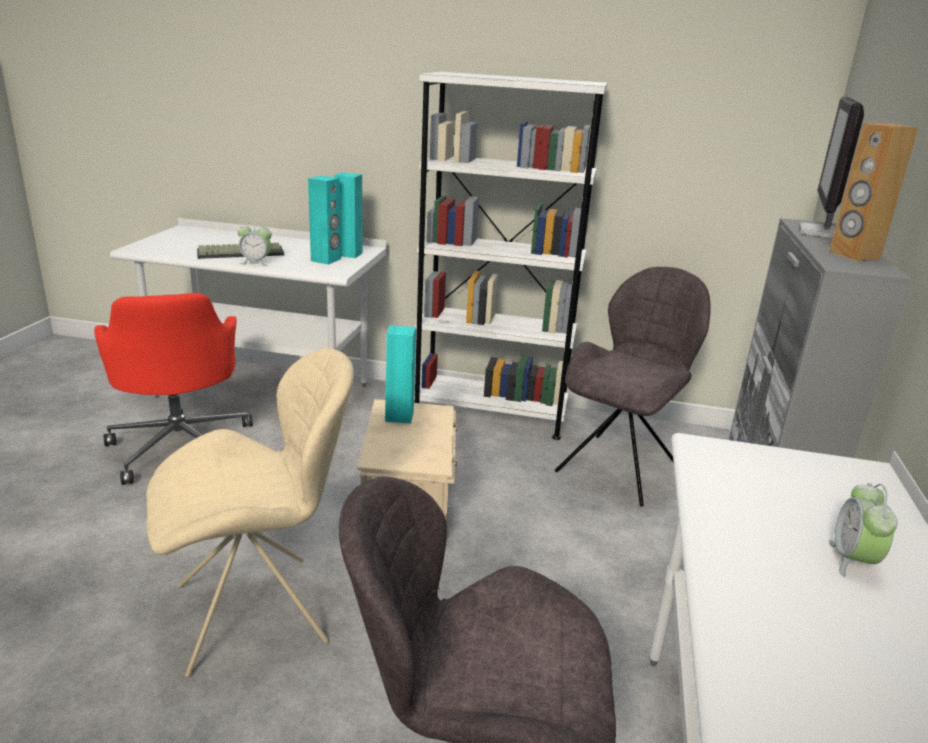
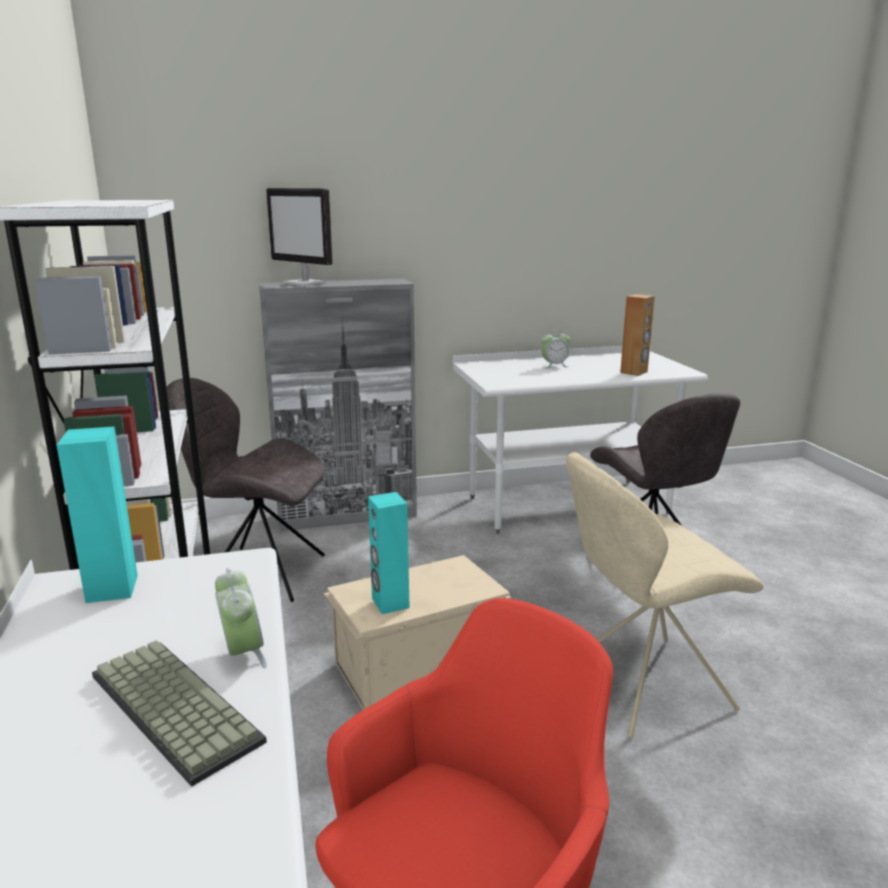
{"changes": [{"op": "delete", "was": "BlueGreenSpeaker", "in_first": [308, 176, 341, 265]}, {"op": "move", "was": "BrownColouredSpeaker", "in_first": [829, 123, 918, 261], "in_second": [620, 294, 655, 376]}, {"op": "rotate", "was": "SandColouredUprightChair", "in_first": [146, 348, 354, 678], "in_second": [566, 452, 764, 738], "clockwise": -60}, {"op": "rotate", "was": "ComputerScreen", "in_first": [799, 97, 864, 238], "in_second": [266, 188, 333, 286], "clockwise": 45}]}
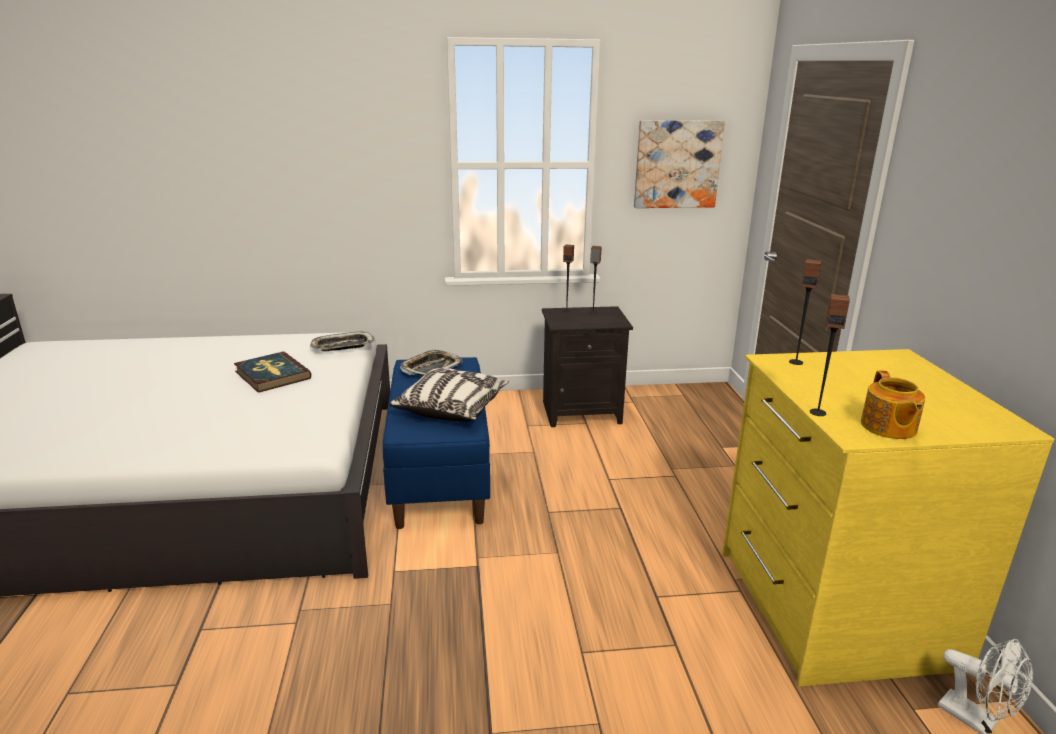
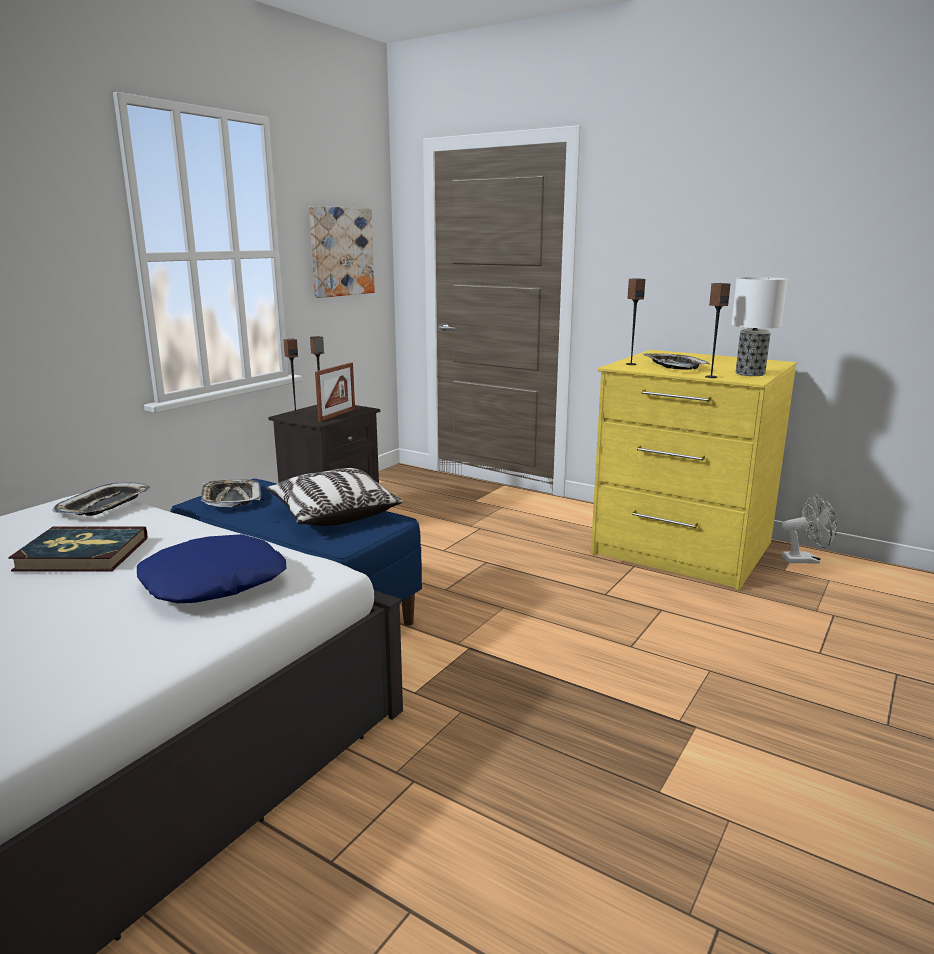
{"changes": [{"op": "insert", "now": "BlueColouredPillow", "in_second": [137, 534, 286, 603]}, {"op": "insert", "now": "PictureFrame", "in_second": [315, 363, 355, 422]}, {"op": "insert", "now": "CarryingTray", "in_second": [643, 353, 710, 370]}, {"op": "replace", "was": "Teapot", "now": "TableLamp", "in_first": [861, 371, 925, 439], "in_second": [731, 277, 788, 376]}]}
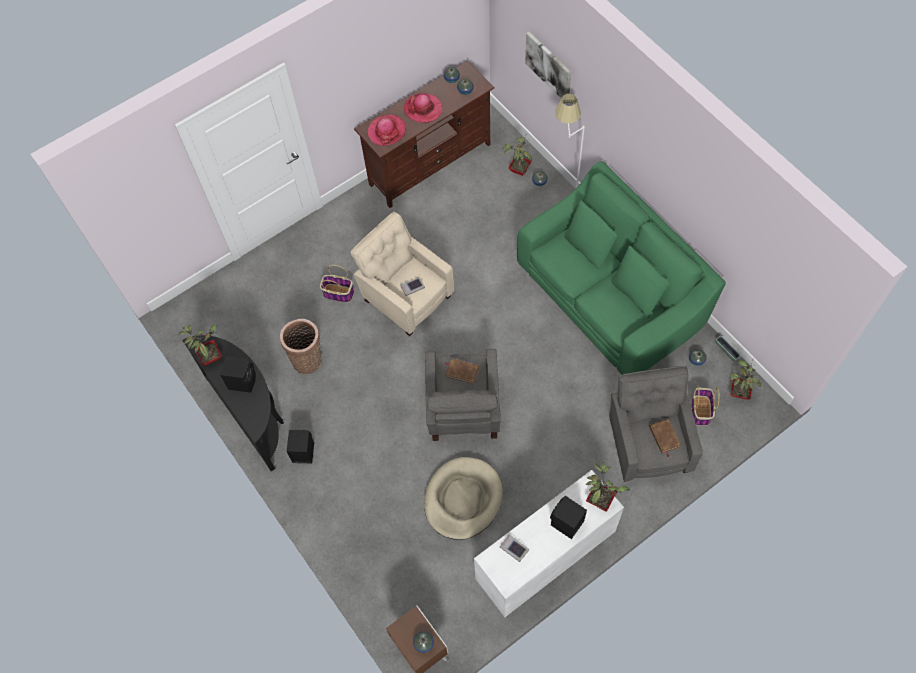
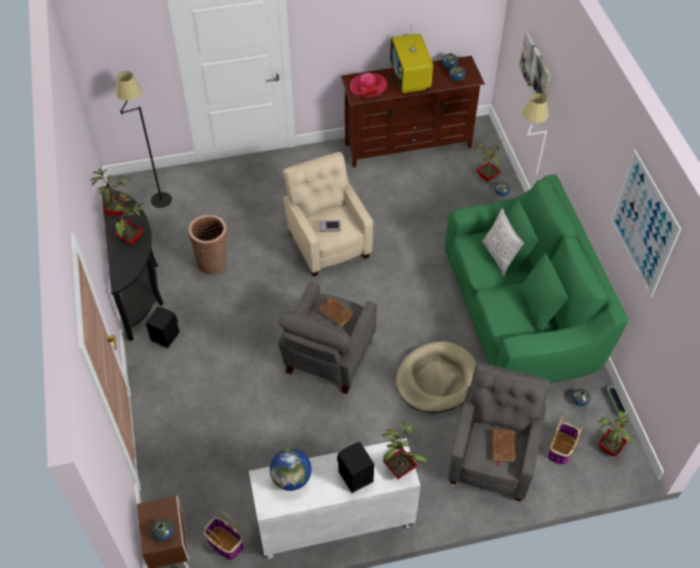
{"changes": [{"op": "insert", "now": "BlackishFloorLamp", "in_second": [116, 71, 172, 208]}, {"op": "insert", "now": "Pillow", "in_second": [482, 208, 524, 276]}, {"op": "insert", "now": "Picture", "in_second": [610, 149, 681, 297]}, {"op": "move", "was": "HouseholdBasket", "in_first": [320, 265, 354, 303], "in_second": [203, 511, 243, 560]}, {"op": "move", "was": "SandColouredDogCushion", "in_first": [424, 457, 503, 540], "in_second": [396, 341, 477, 413]}, {"op": "replace", "was": "BlackishSpeaker", "now": "PottedPlant", "in_first": [220, 356, 256, 393], "in_second": [109, 192, 144, 245]}, {"op": "replace", "was": "Hat", "now": "Tv", "in_first": [404, 93, 442, 123], "in_second": [390, 25, 433, 93]}, {"op": "replace", "was": "BoundBook", "now": "DeskGlobe", "in_first": [500, 534, 529, 562], "in_second": [270, 448, 311, 491]}]}
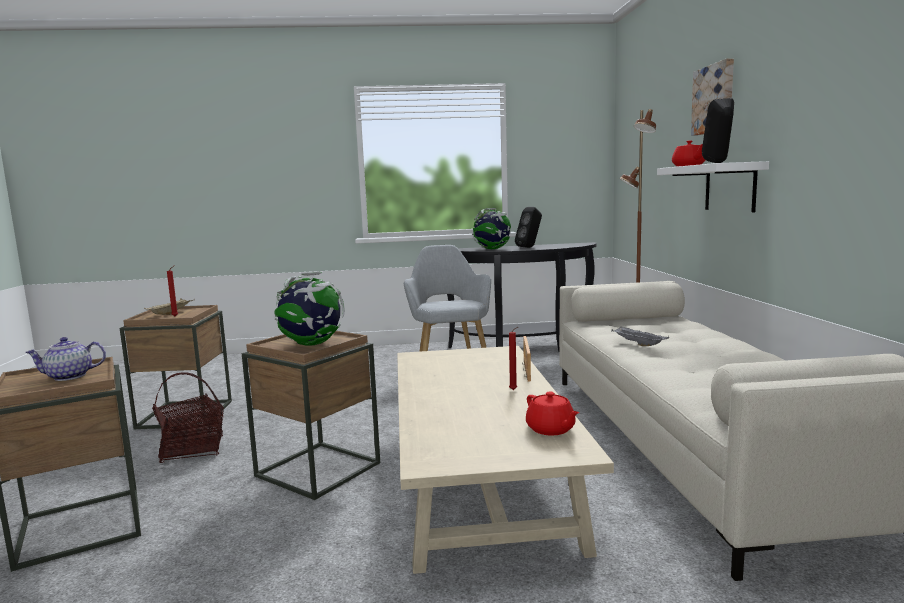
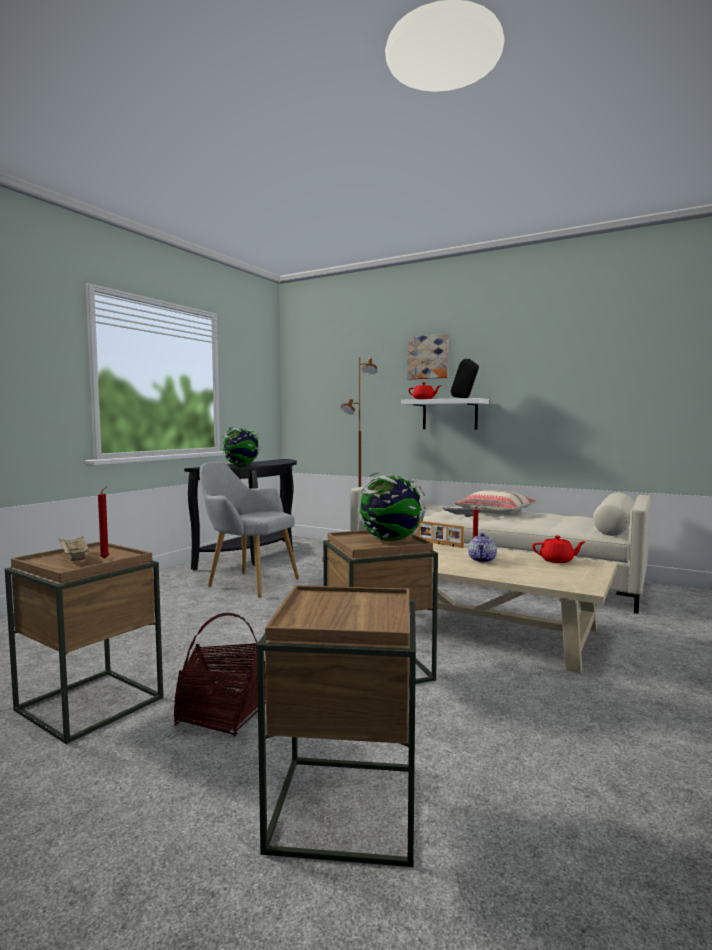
{"changes": [{"op": "delete", "was": "BlackishSpeaker", "in_first": [515, 207, 542, 248]}, {"op": "insert", "now": "SandColouredPillow", "in_second": [455, 490, 536, 514]}, {"op": "move", "was": "Teapot", "in_first": [25, 337, 106, 381], "in_second": [468, 533, 497, 562]}]}
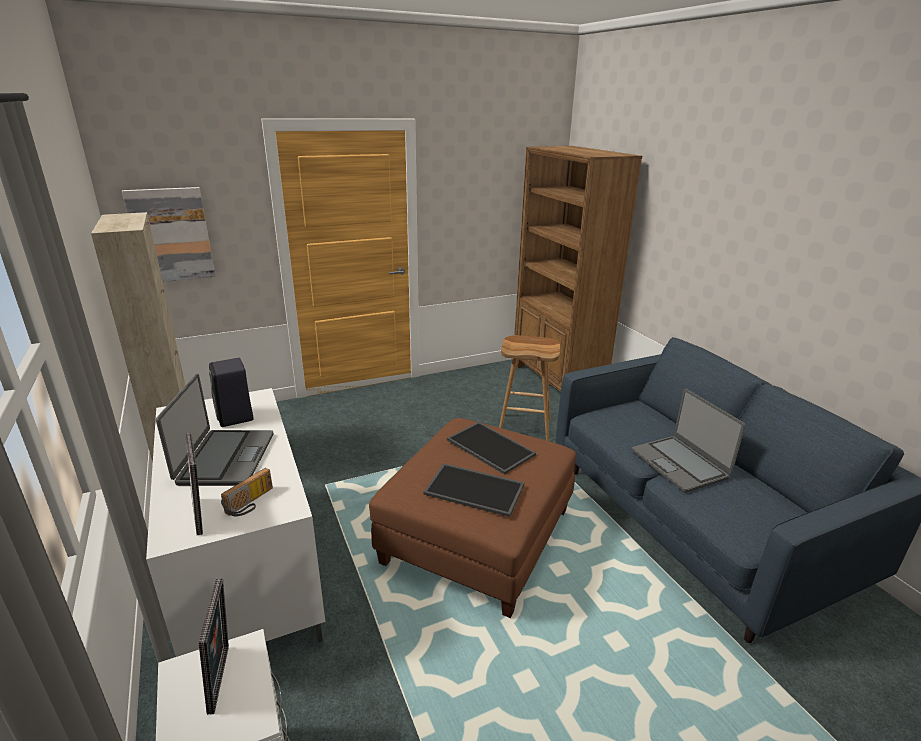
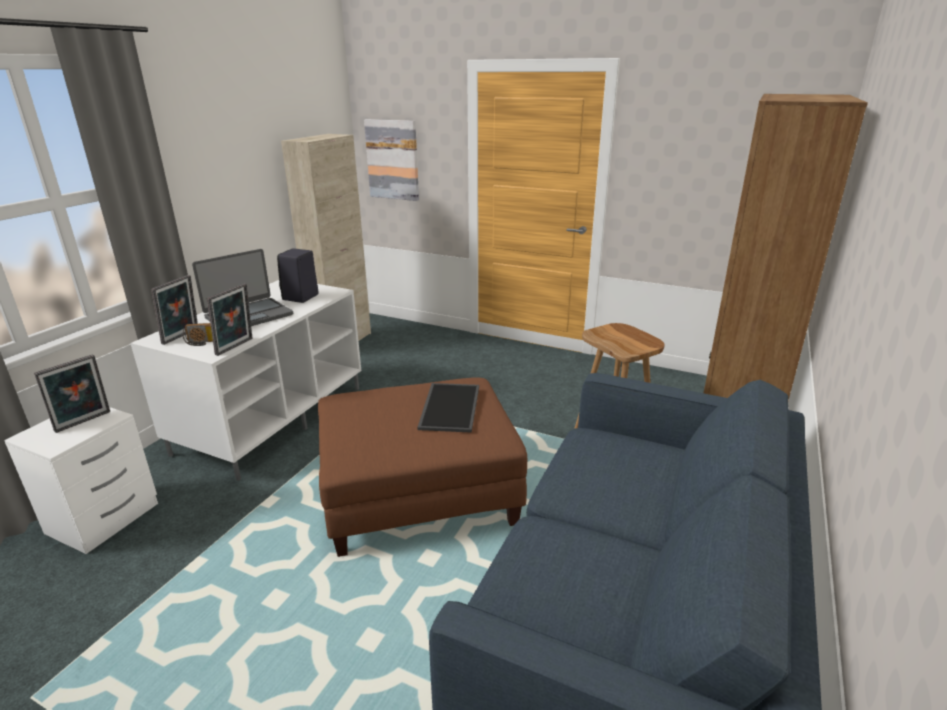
{"changes": [{"op": "delete", "was": "CarryingTray", "in_first": [423, 463, 524, 517]}, {"op": "delete", "was": "Laptop", "in_first": [632, 389, 746, 493]}, {"op": "insert", "now": "PictureFrame", "in_second": [207, 283, 252, 356]}]}
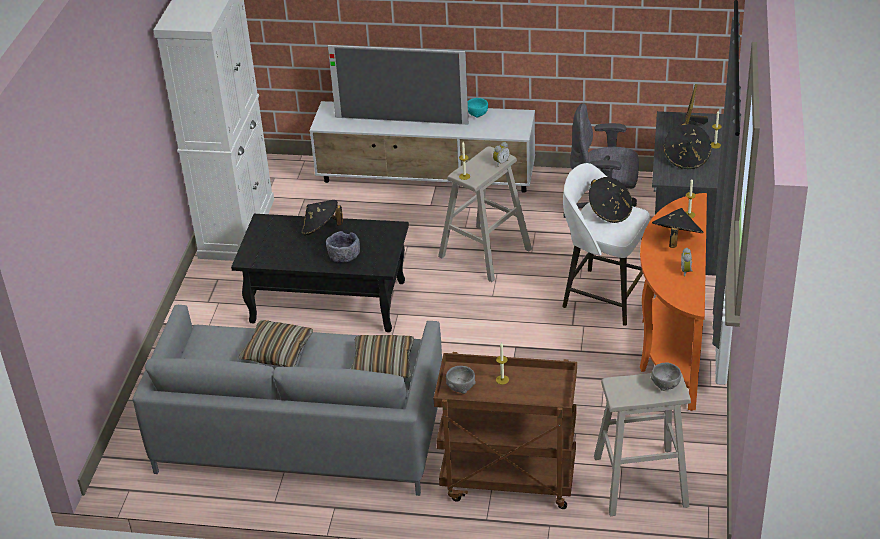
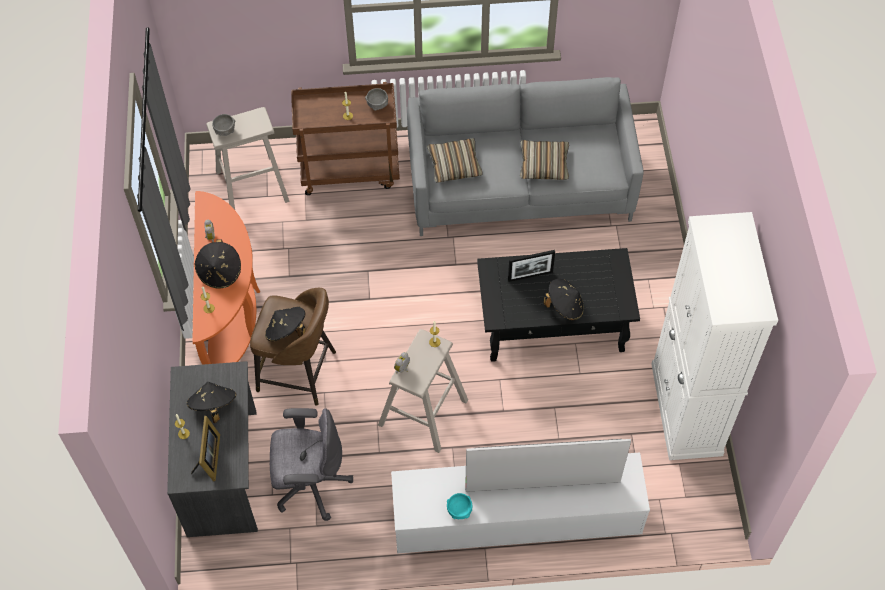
{"changes": [{"op": "replace", "was": "GrayServingBowl", "now": "PictureFrame", "in_first": [326, 231, 360, 262], "in_second": [508, 250, 555, 282]}, {"op": "recolor", "was": "WhiteStoolSeat", "now": "BrownColouredStoolSeat", "in_first": [562, 163, 650, 326], "in_second": [250, 288, 336, 405]}]}
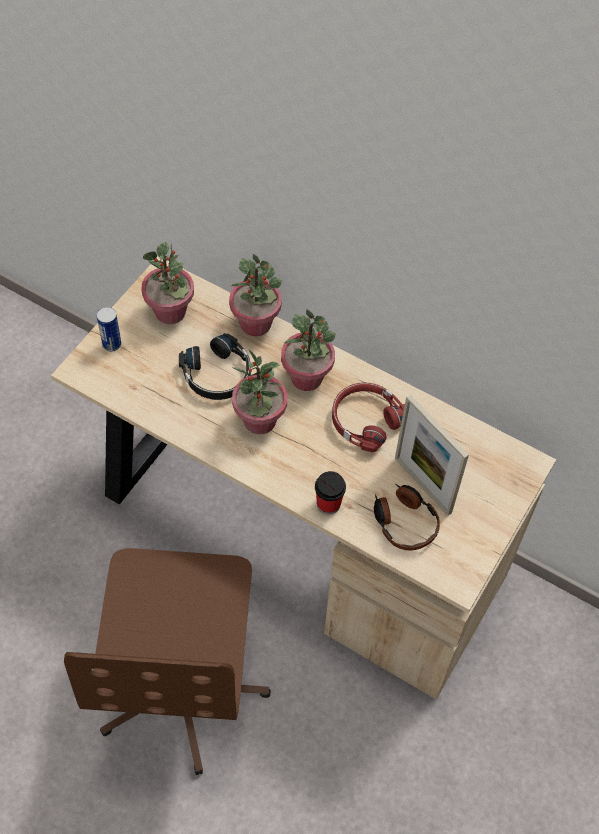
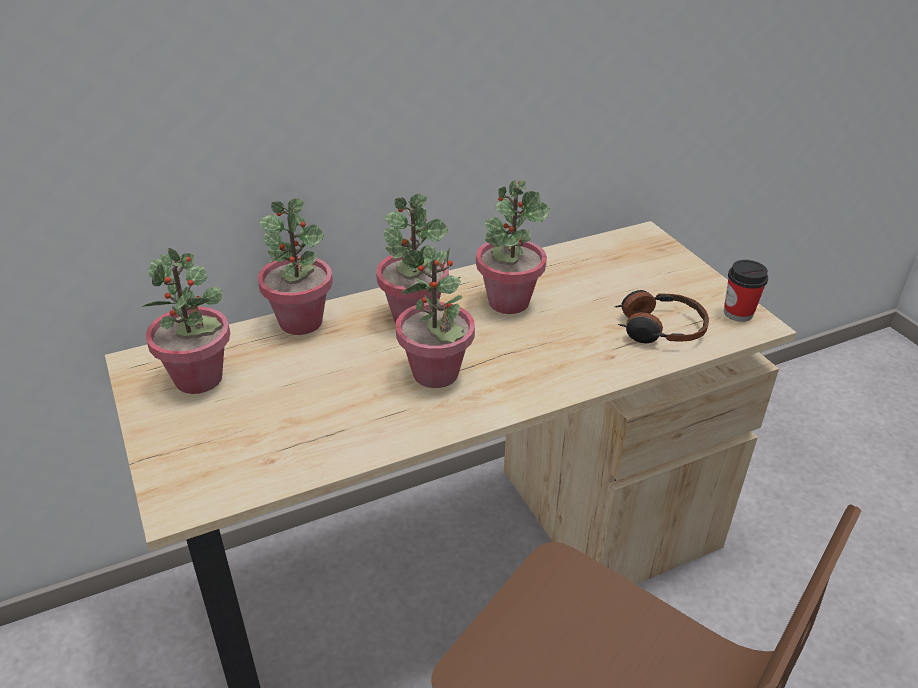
{"changes": [{"op": "delete", "was": "MetalCan", "in_first": [97, 307, 121, 352]}, {"op": "delete", "was": "BlackishHeadphones", "in_first": [179, 333, 251, 400]}, {"op": "delete", "was": "PictureFrame", "in_first": [395, 394, 469, 516]}, {"op": "move", "was": "SmallCup", "in_first": [315, 471, 346, 515], "in_second": [724, 260, 768, 322]}, {"op": "replace", "was": "RedColouredHeadphones", "now": "PottedPlant", "in_first": [332, 382, 405, 452], "in_second": [476, 180, 550, 314]}]}
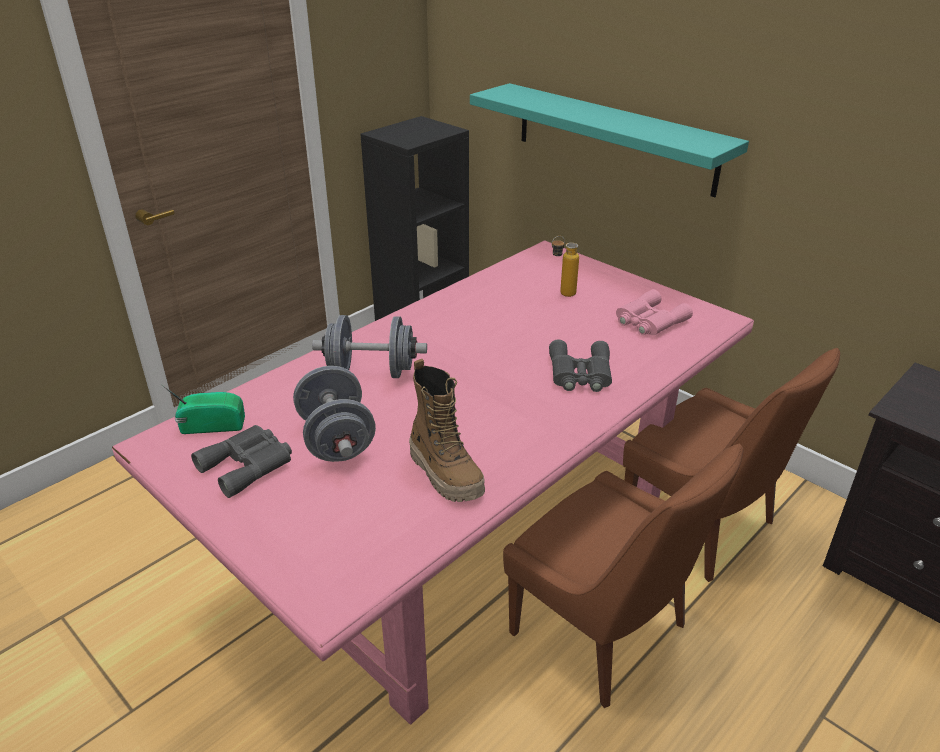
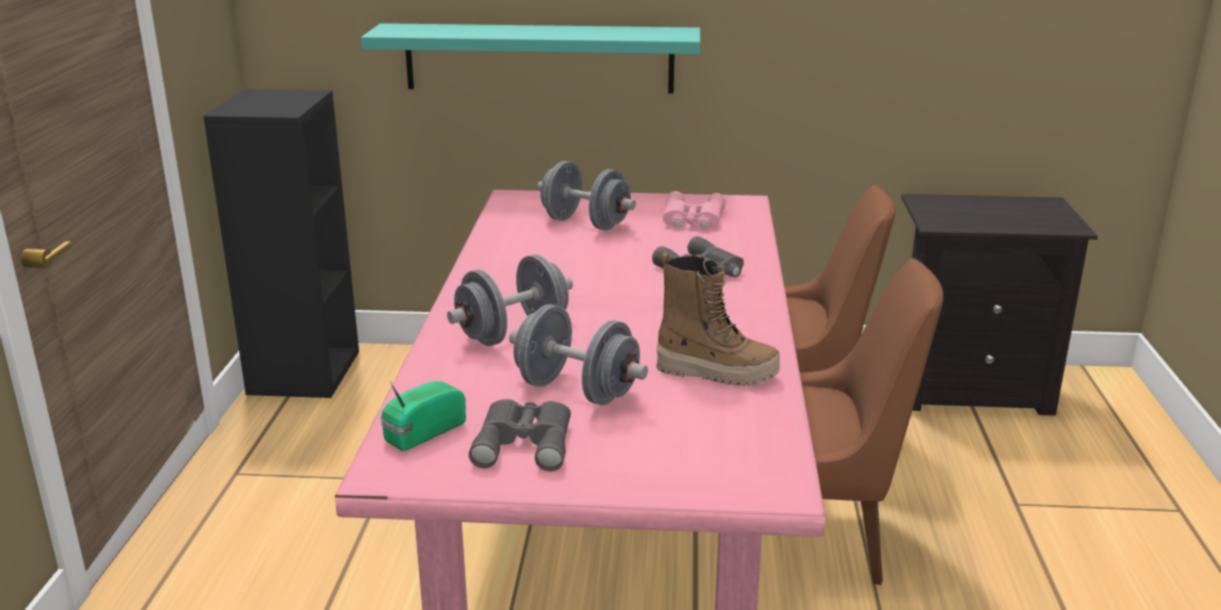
{"changes": [{"op": "replace", "was": "BeverageBottle", "now": "GrayFreeWeight", "in_first": [552, 236, 579, 297], "in_second": [537, 161, 636, 230]}]}
